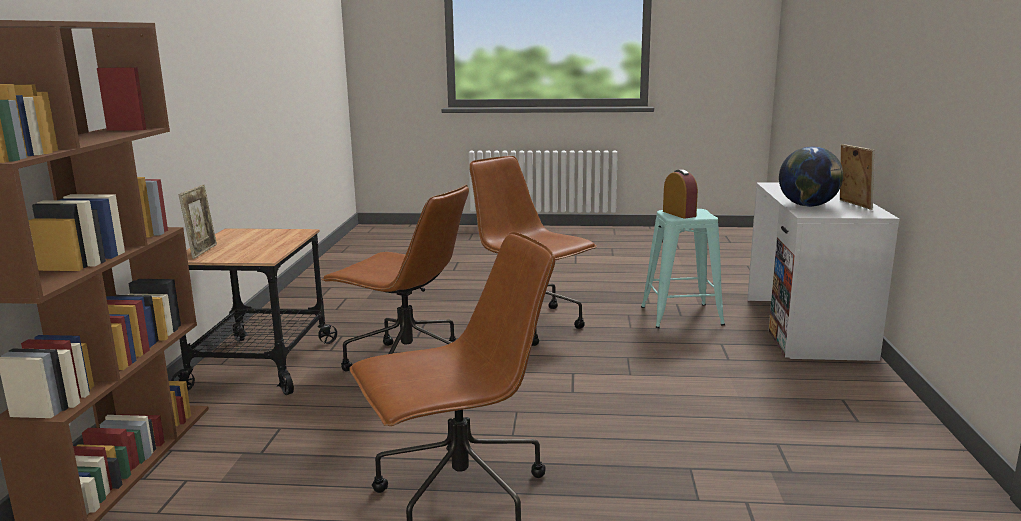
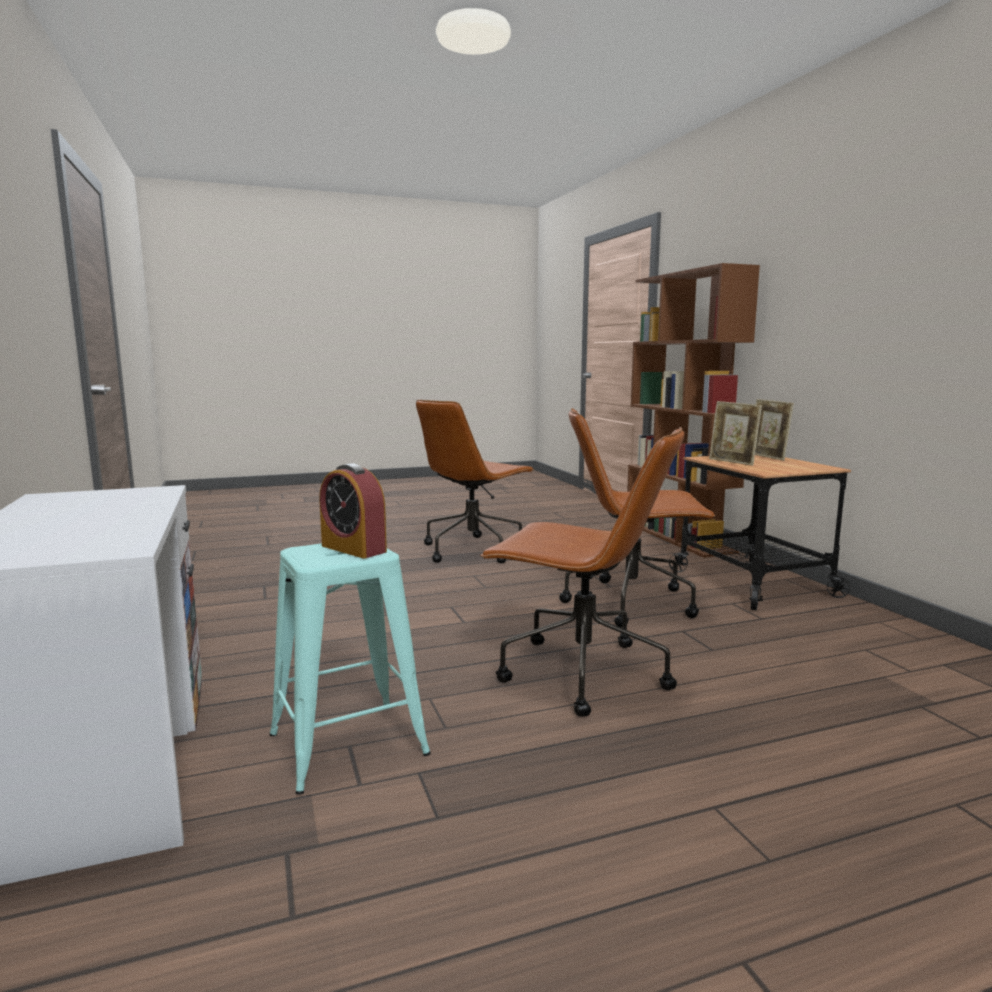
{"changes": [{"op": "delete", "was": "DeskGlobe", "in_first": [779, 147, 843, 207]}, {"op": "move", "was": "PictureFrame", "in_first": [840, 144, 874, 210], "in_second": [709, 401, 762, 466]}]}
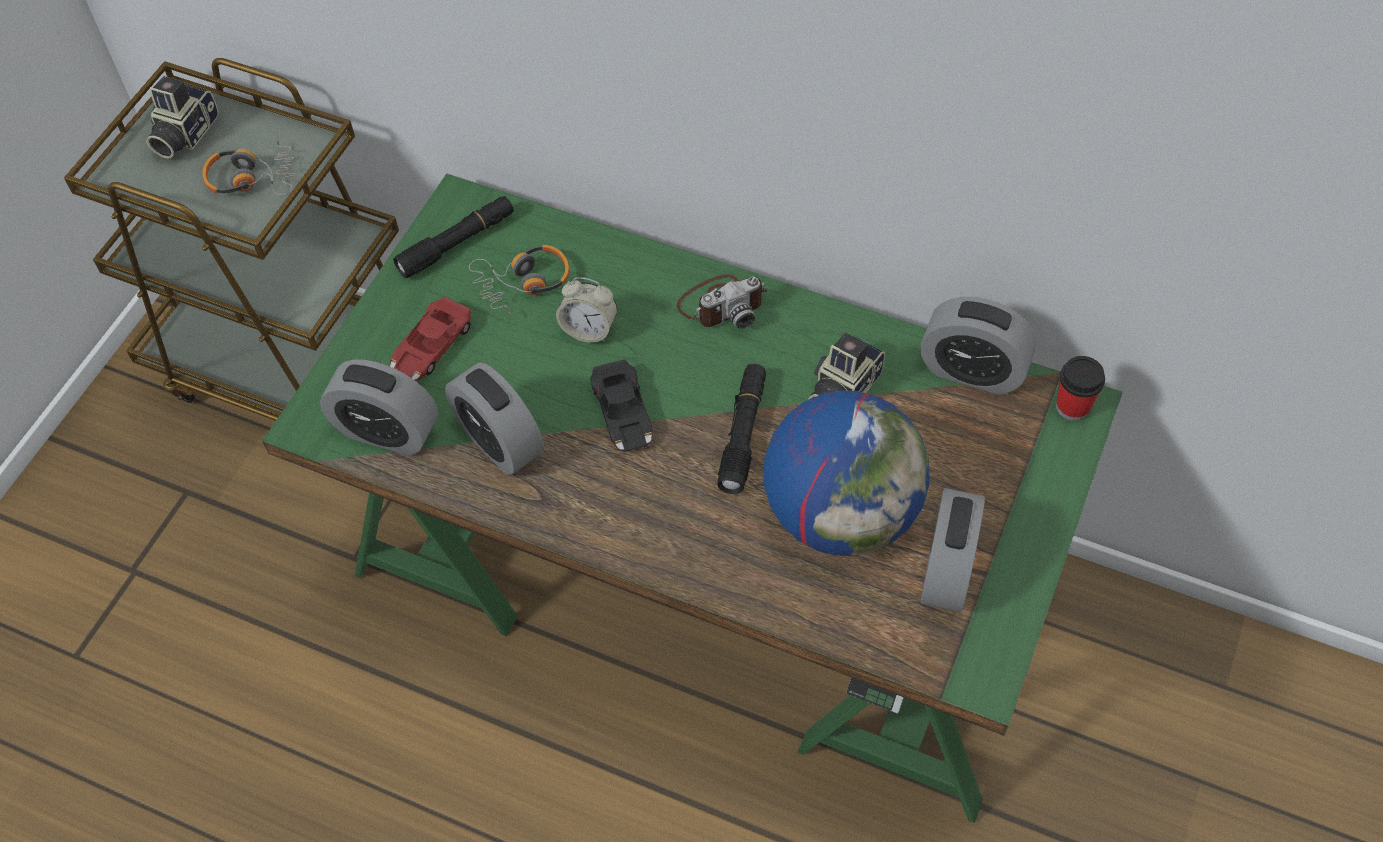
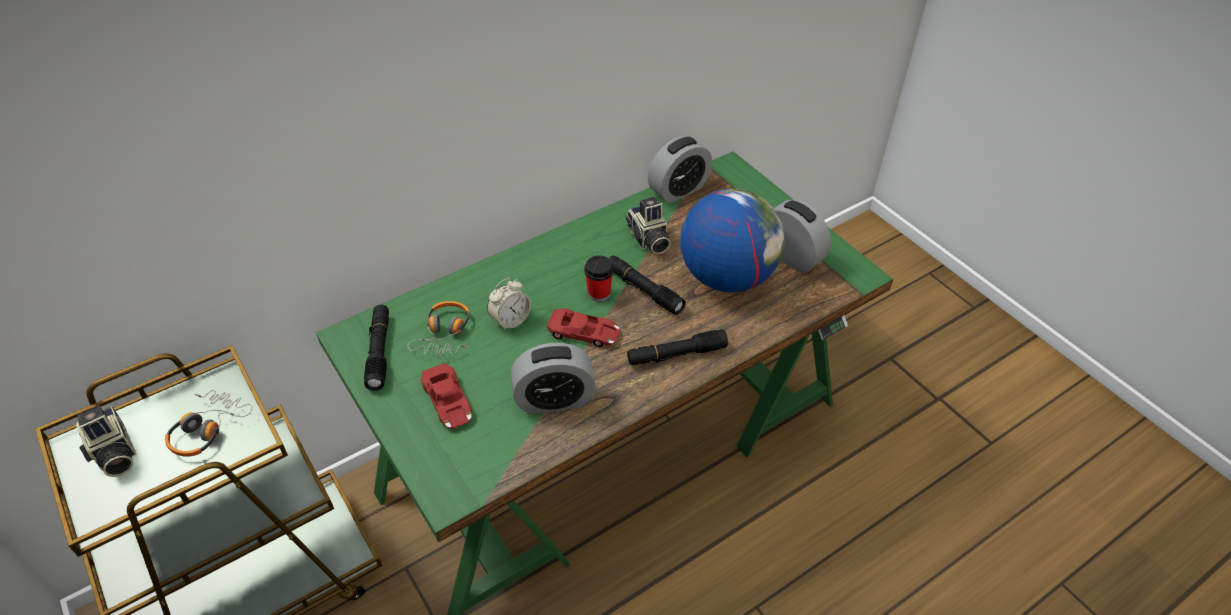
{"changes": [{"op": "delete", "was": "TableClock", "in_first": [320, 360, 438, 455]}, {"op": "delete", "was": "PhotoCamera", "in_first": [676, 274, 767, 329]}, {"op": "insert", "now": "BlackishTorch", "in_second": [627, 329, 728, 365]}, {"op": "move", "was": "SmallCup", "in_first": [1056, 356, 1105, 421], "in_second": [584, 255, 614, 302]}, {"op": "recolor", "was": "BlackishToyCar", "now": "RedColouredToyCar", "in_first": [590, 359, 652, 452], "in_second": [547, 308, 620, 347]}]}
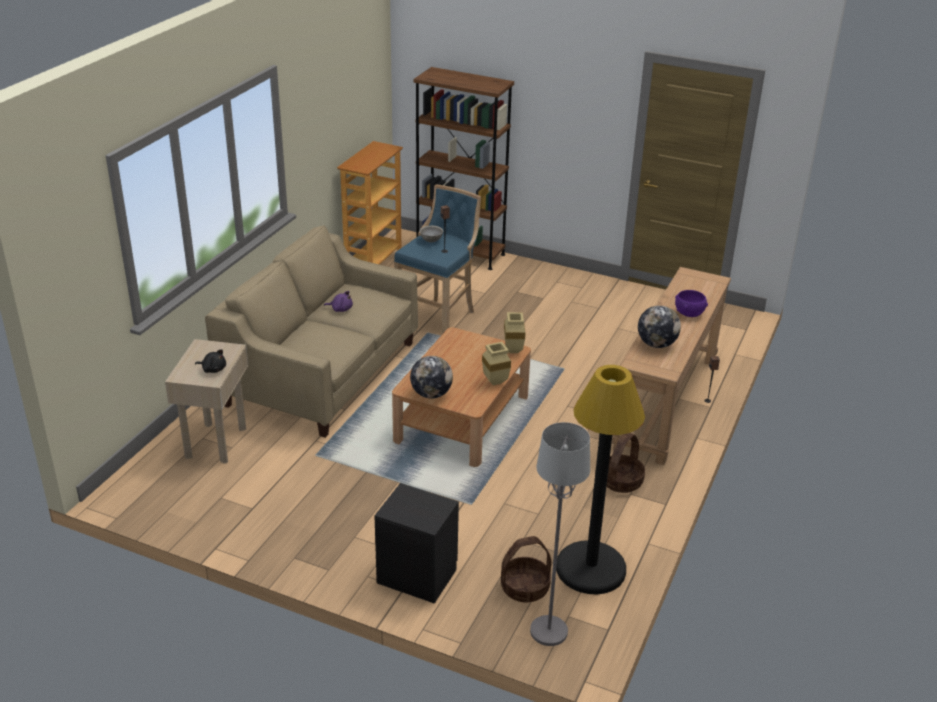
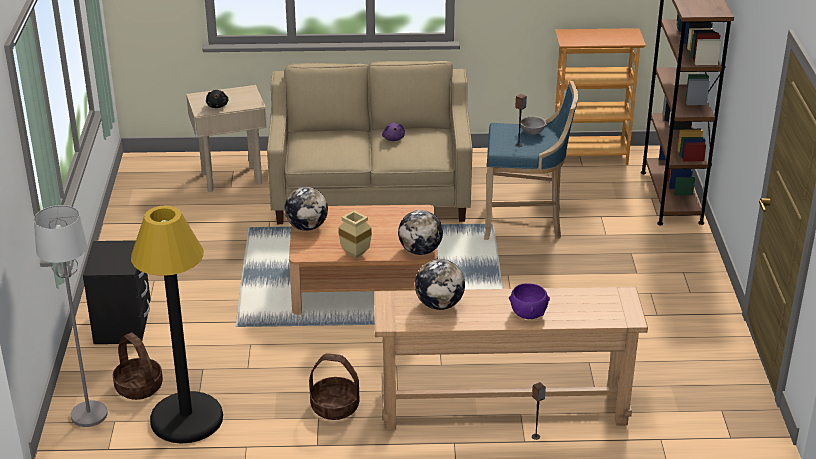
{"changes": [{"op": "replace", "was": "SandColouredVase", "now": "DeskGlobe", "in_first": [504, 312, 526, 353], "in_second": [398, 210, 443, 255]}]}
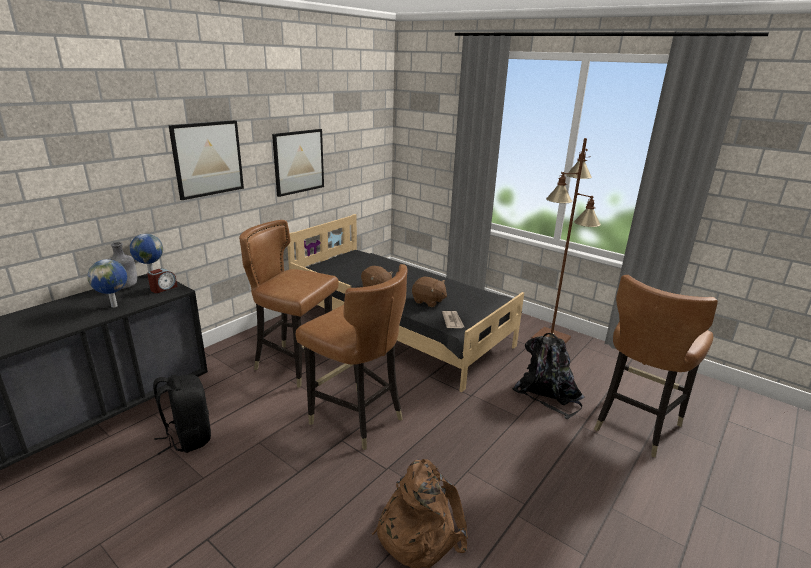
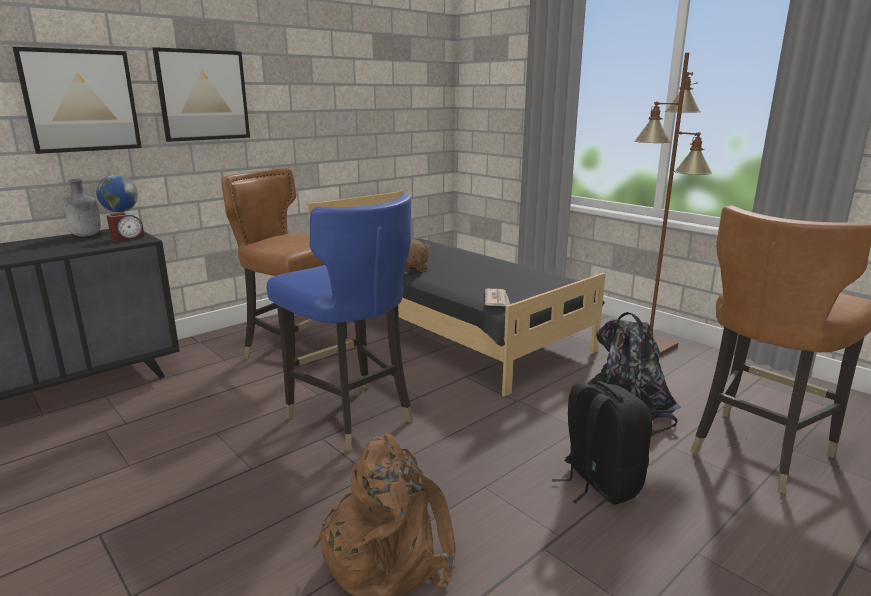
{"changes": [{"op": "delete", "was": "DeskGlobe", "in_first": [87, 259, 127, 308]}, {"op": "delete", "was": "BrownColouredSoftToy", "in_first": [412, 277, 447, 307]}, {"op": "move", "was": "BlackishKnapsack", "in_first": [153, 375, 211, 455], "in_second": [552, 381, 652, 505]}, {"op": "move", "was": "Picture", "in_first": [272, 129, 324, 197], "in_second": [12, 47, 142, 154]}, {"op": "recolor", "was": "BrownColouredUprightChair", "now": "BlueColouredUprightChair", "in_first": [296, 264, 408, 450], "in_second": [267, 194, 413, 451]}]}
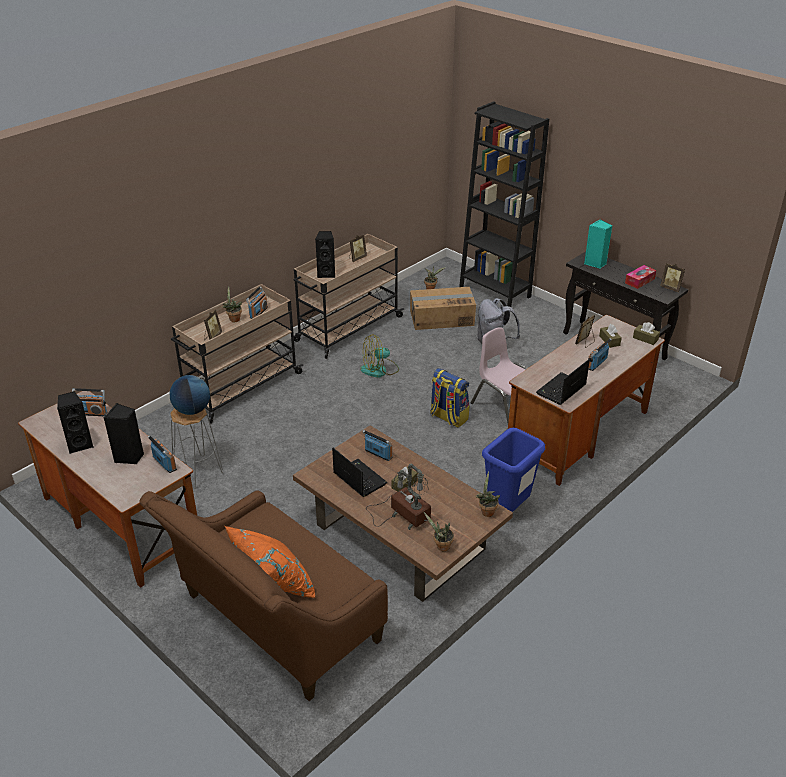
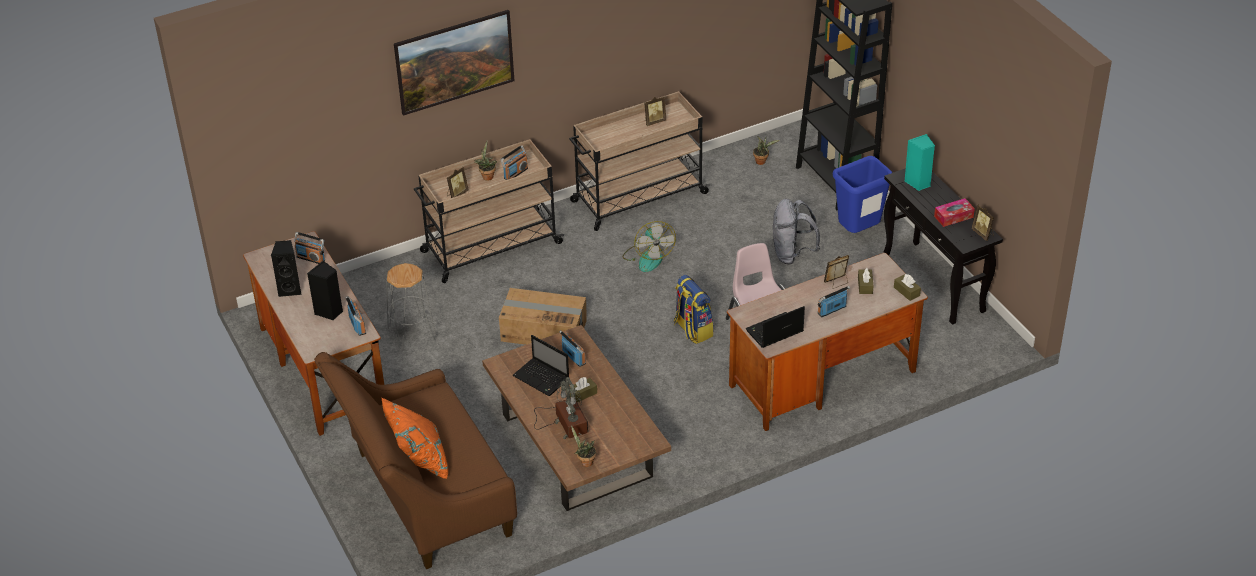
{"changes": [{"op": "delete", "was": "DeskGlobe", "in_first": [170, 375, 210, 415]}, {"op": "delete", "was": "BlackishSpeaker", "in_first": [315, 231, 335, 278]}, {"op": "delete", "was": "PottedPlant", "in_first": [475, 471, 500, 517]}, {"op": "insert", "now": "Picture", "in_second": [394, 10, 515, 116]}, {"op": "move", "was": "Carton", "in_first": [410, 287, 476, 330], "in_second": [499, 288, 587, 345]}, {"op": "move", "was": "BlueColouredWasteBin", "in_first": [482, 428, 545, 512], "in_second": [833, 156, 893, 233]}, {"op": "rotate", "was": "Laptop", "in_first": [332, 448, 387, 497], "in_second": [512, 335, 569, 396], "clockwise": 150}, {"op": "rotate", "was": "ElectricFan", "in_first": [360, 334, 399, 377], "in_second": [623, 221, 676, 272], "clockwise": -105}]}
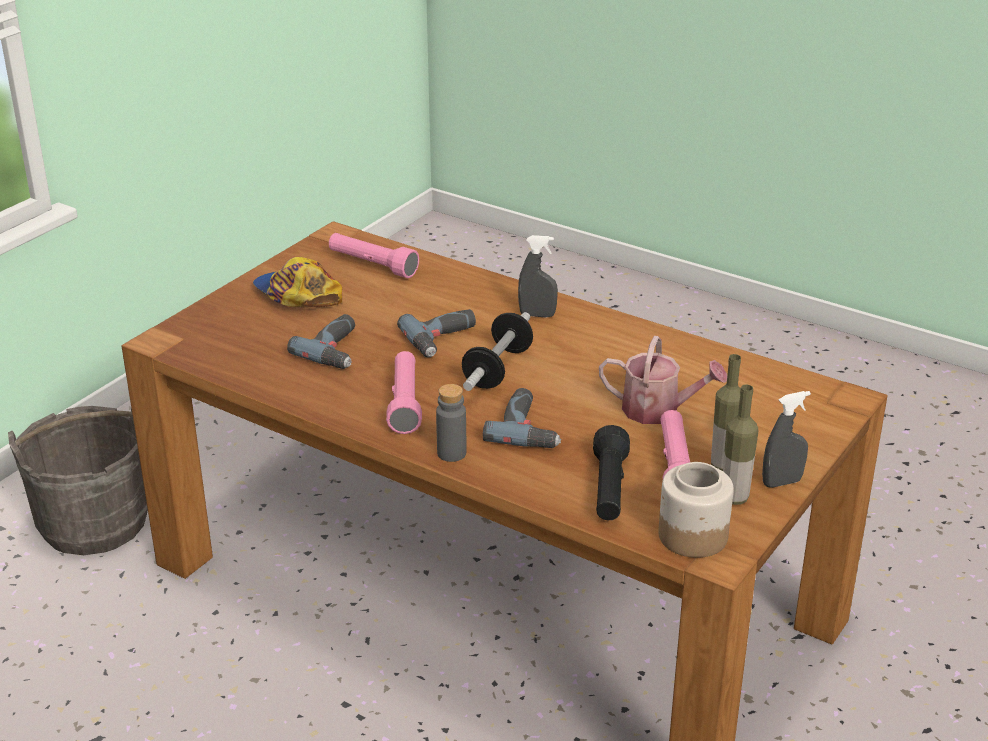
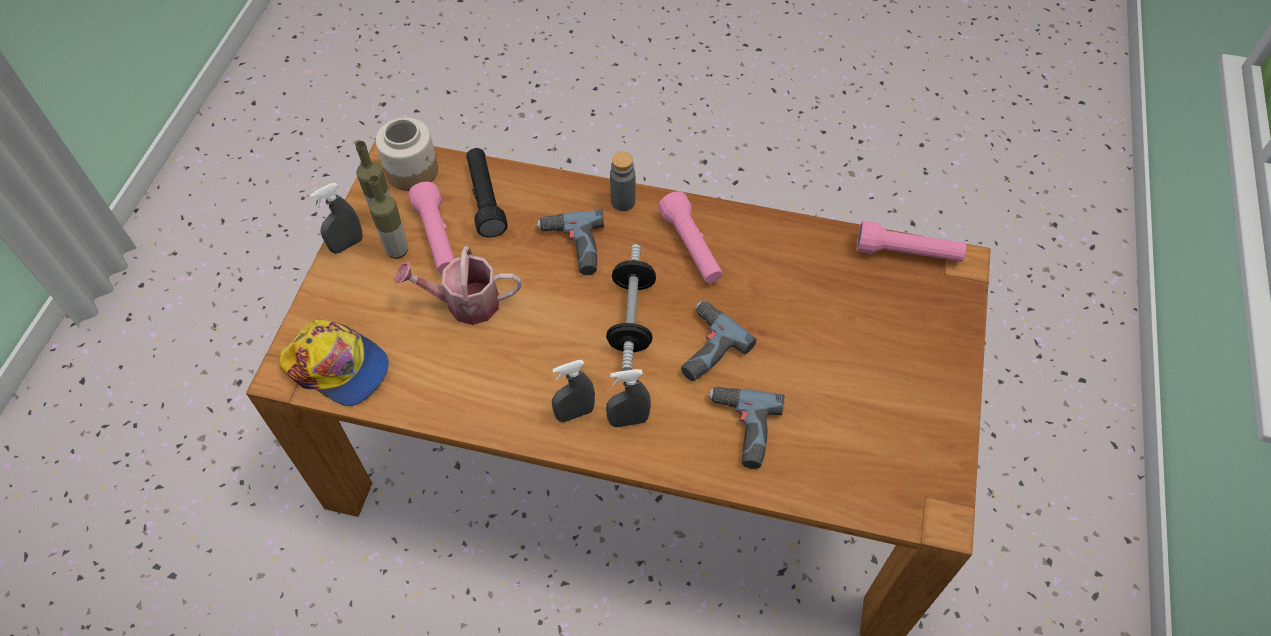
{"changes": [{"op": "delete", "was": "GrayBucket", "in_first": [8, 406, 148, 555]}, {"op": "insert", "now": "GrayHandSprayer", "in_second": [552, 360, 595, 422]}, {"op": "move", "was": "PeakedCap", "in_first": [253, 257, 342, 307], "in_second": [279, 320, 389, 406]}, {"op": "move", "was": "PowerDrill", "in_first": [287, 314, 355, 369], "in_second": [708, 387, 785, 469]}, {"op": "move", "was": "PinkTorch", "in_first": [329, 233, 419, 278], "in_second": [856, 221, 966, 262]}]}
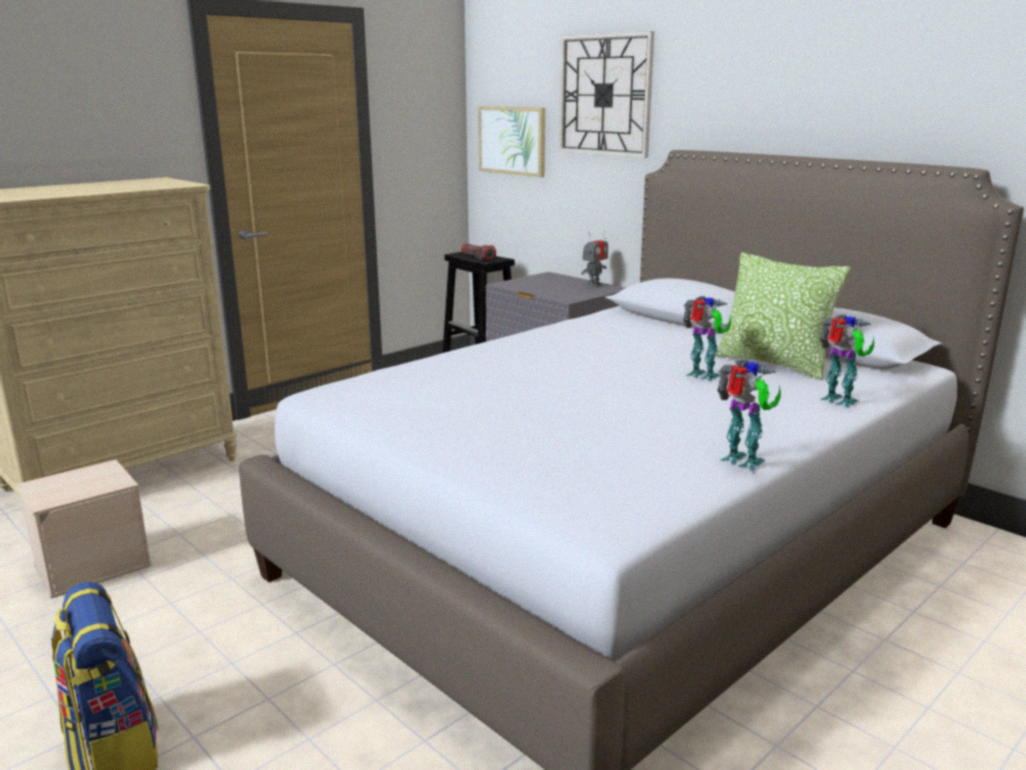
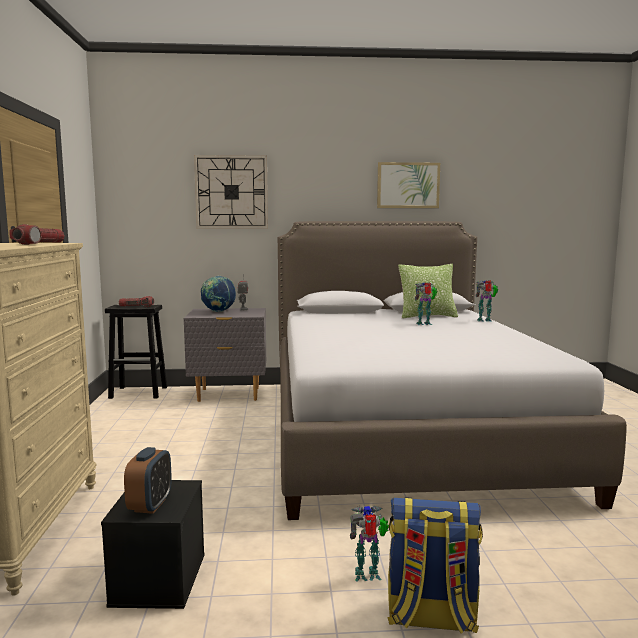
{"changes": [{"op": "insert", "now": "Torch", "in_second": [9, 224, 65, 245]}, {"op": "insert", "now": "TableClock", "in_second": [124, 447, 172, 514]}, {"op": "insert", "now": "DeskGlobe", "in_second": [200, 276, 236, 312]}, {"op": "move", "was": "Picture", "in_first": [478, 106, 545, 177], "in_second": [377, 162, 440, 208]}, {"op": "move", "was": "RobotFigure", "in_first": [717, 359, 781, 471], "in_second": [350, 506, 389, 581]}, {"op": "recolor", "was": "SandColouredStorageBin", "now": "BlackishStorageBin", "in_first": [16, 459, 151, 598], "in_second": [101, 480, 205, 609]}]}
